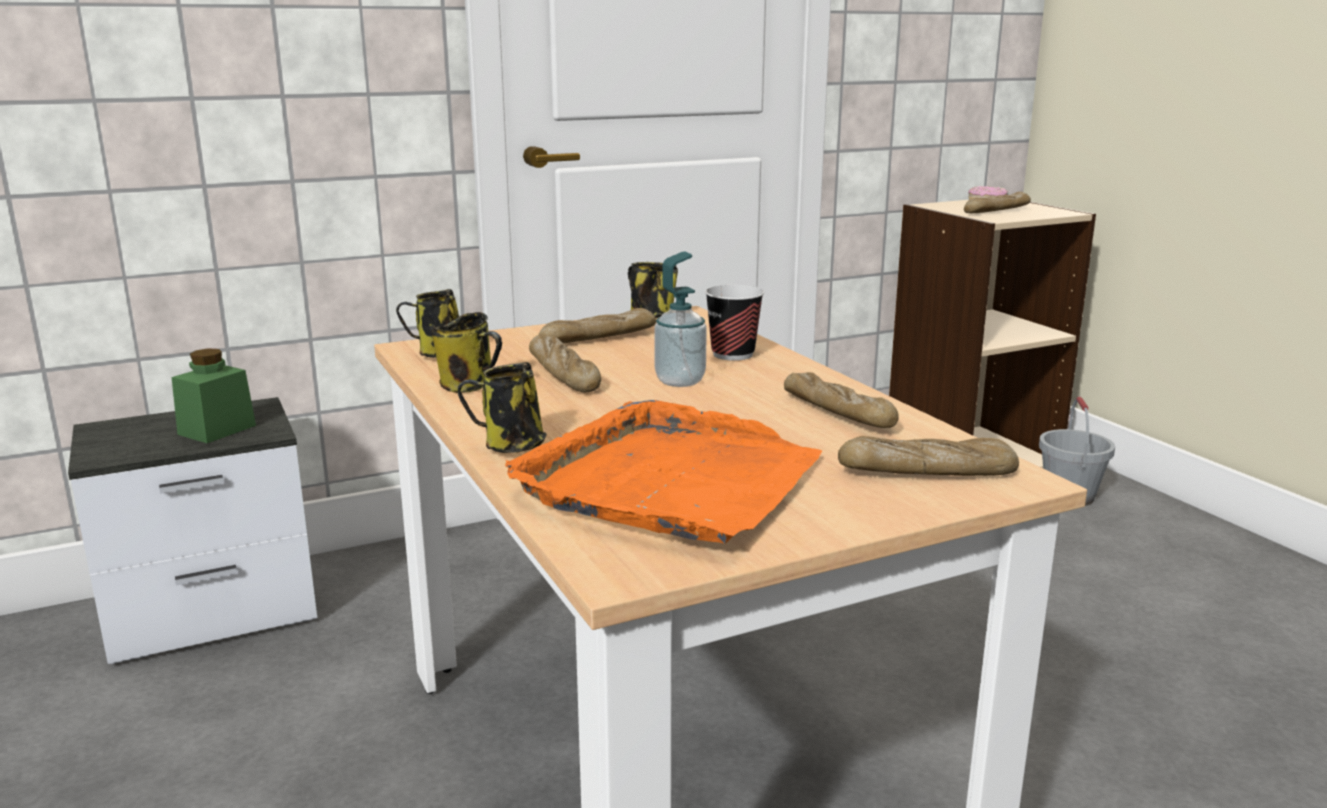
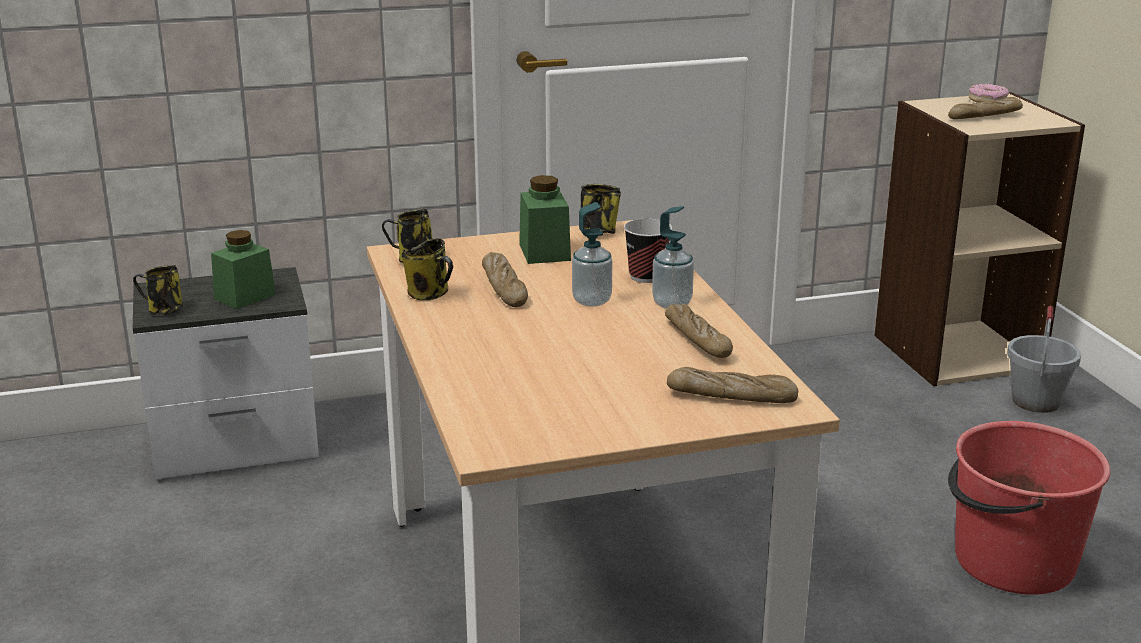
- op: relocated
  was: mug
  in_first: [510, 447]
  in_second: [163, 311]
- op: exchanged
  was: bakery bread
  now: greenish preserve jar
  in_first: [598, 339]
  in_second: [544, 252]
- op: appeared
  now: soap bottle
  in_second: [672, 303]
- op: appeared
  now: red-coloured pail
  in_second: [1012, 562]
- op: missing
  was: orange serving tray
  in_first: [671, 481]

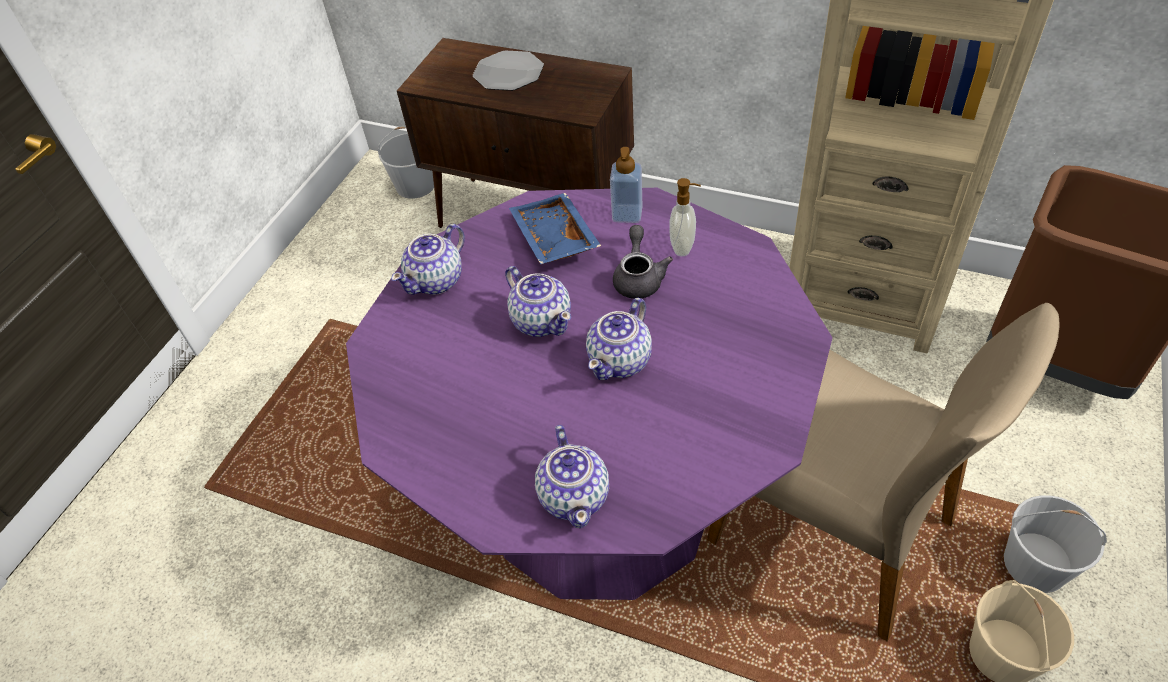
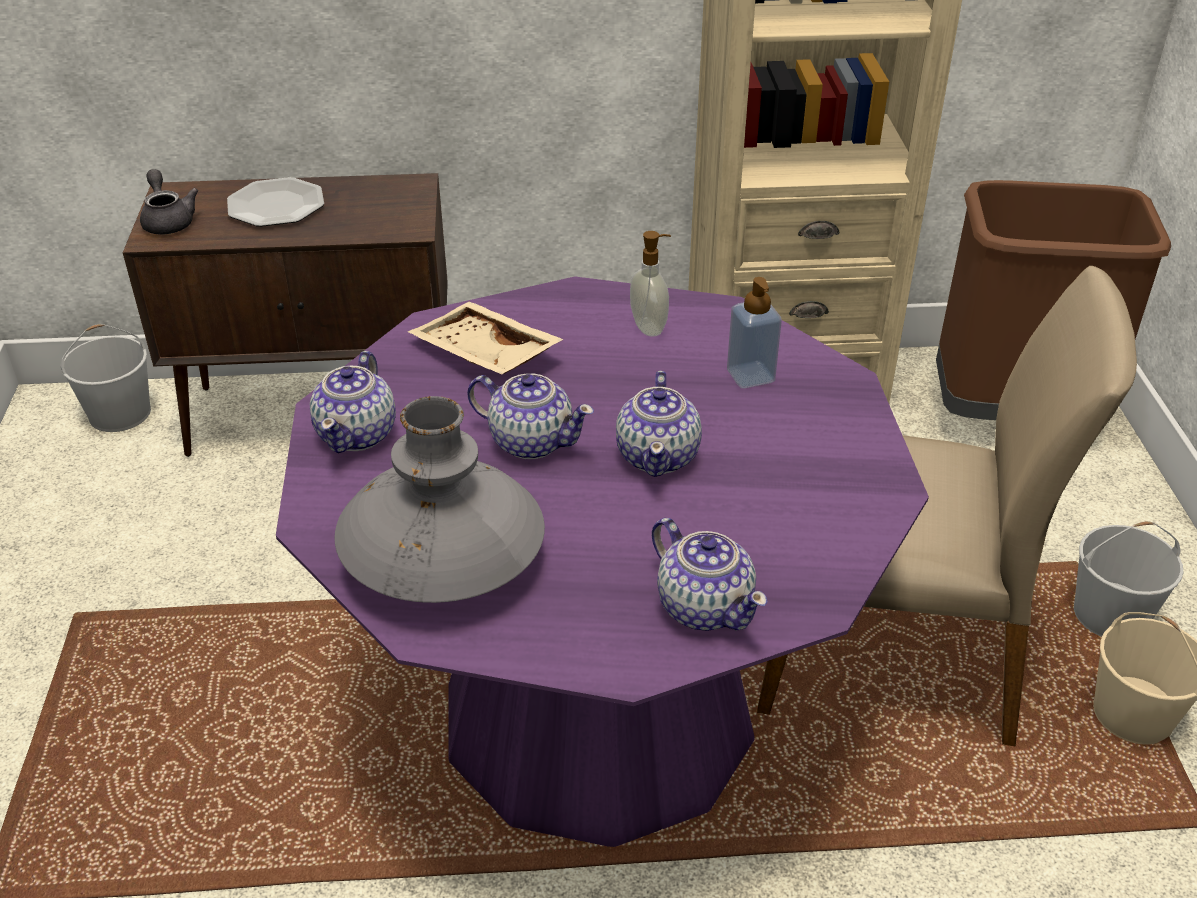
- op: relocated
  was: greyish teapot
  in_first: [639, 278]
  in_second: [168, 221]
- op: appeared
  now: greyish decorative vase
  in_second: [443, 558]
- op: colour
  was: bluish serving tray
  now: beige serving tray
  in_first: [552, 239]
  in_second: [483, 355]
- op: relocated
  was: soap bottle
  in_first: [627, 214]
  in_second: [750, 376]

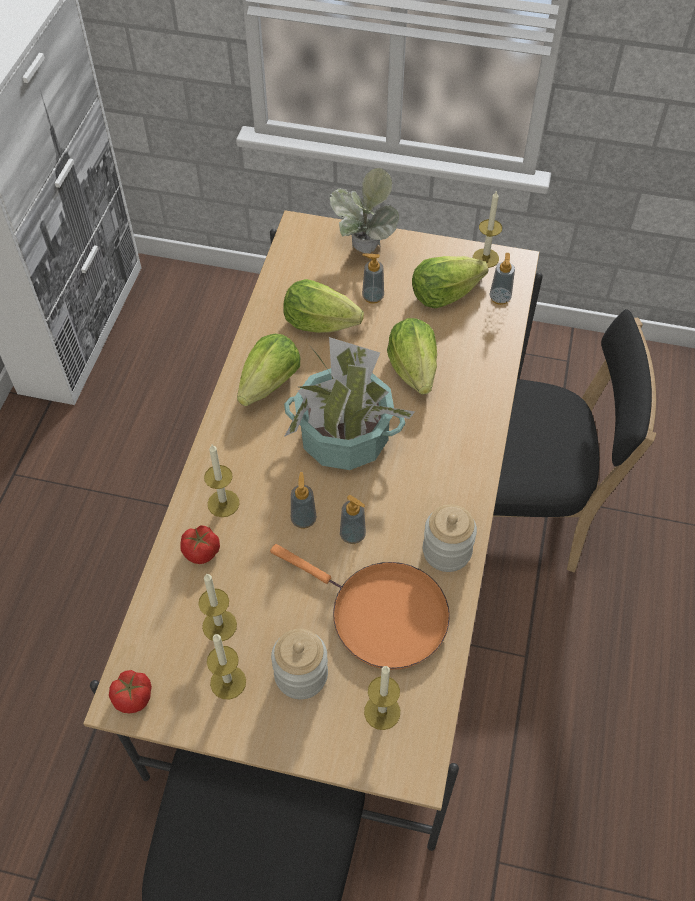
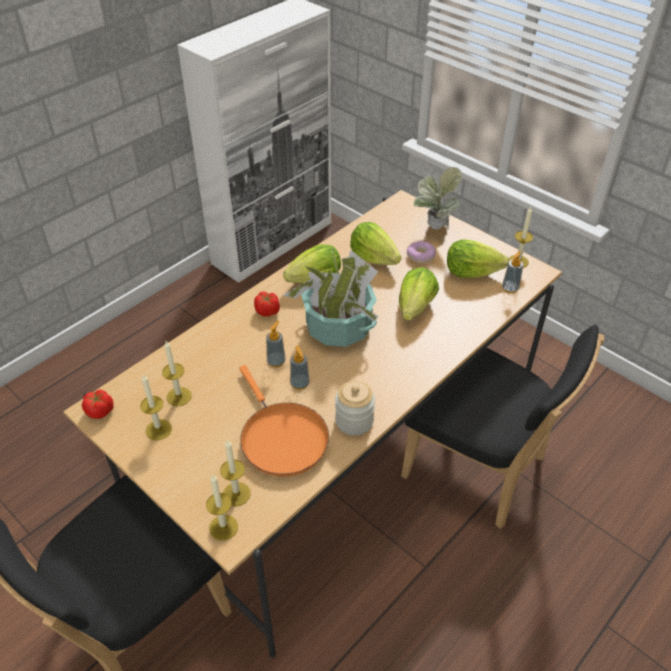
- op: relocated
  was: wax candle
  in_first: [223, 503]
  in_second: [223, 527]
- op: relocated
  was: whole tomato
  in_first: [202, 551]
  in_second: [267, 311]
- op: exchanged
  was: soap bottle
  now: doughnut
  in_first: [372, 297]
  in_second: [420, 256]
- op: missing
  was: preserve jar
  in_first: [301, 675]

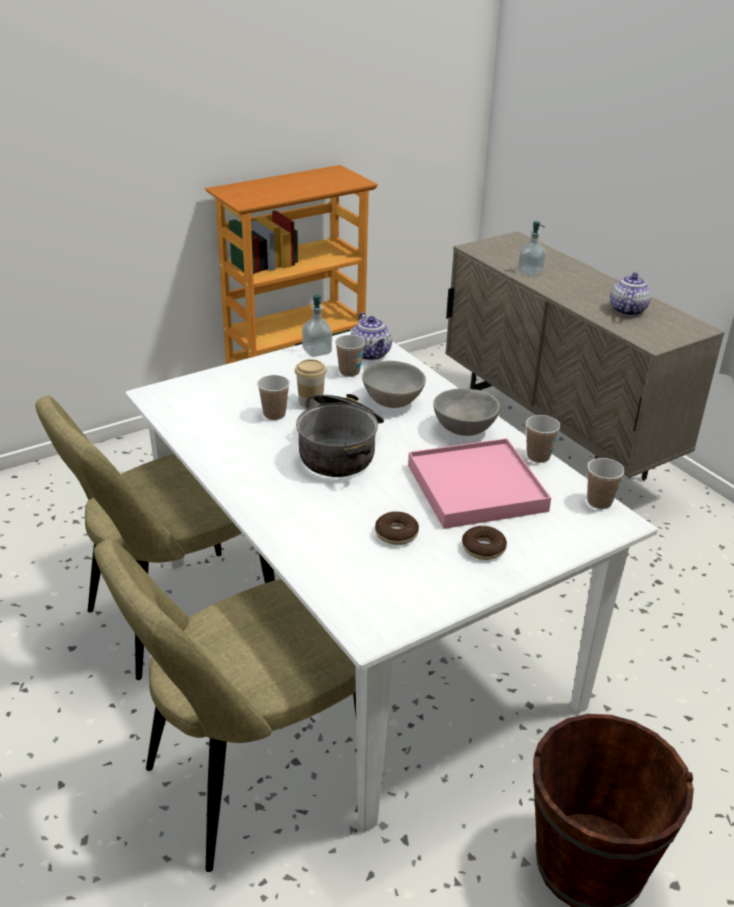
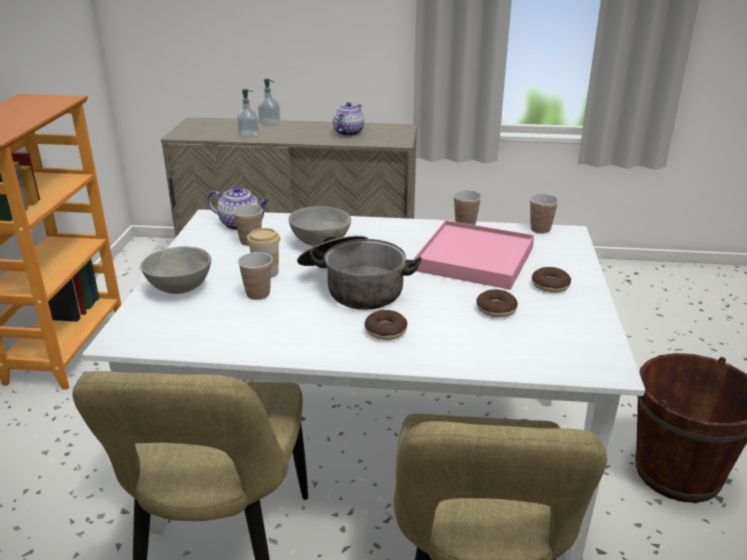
- op: relocated
  was: greyish bowl
  in_first: [463, 429]
  in_second: [179, 288]
- op: relocated
  was: soap bottle
  in_first: [317, 351]
  in_second: [269, 122]
- op: spun
  was: teapot
  in_first: [627, 310]
  in_second: [348, 132]
  clockwise: 60
- op: appeared
  now: doughnut
  in_second: [385, 331]

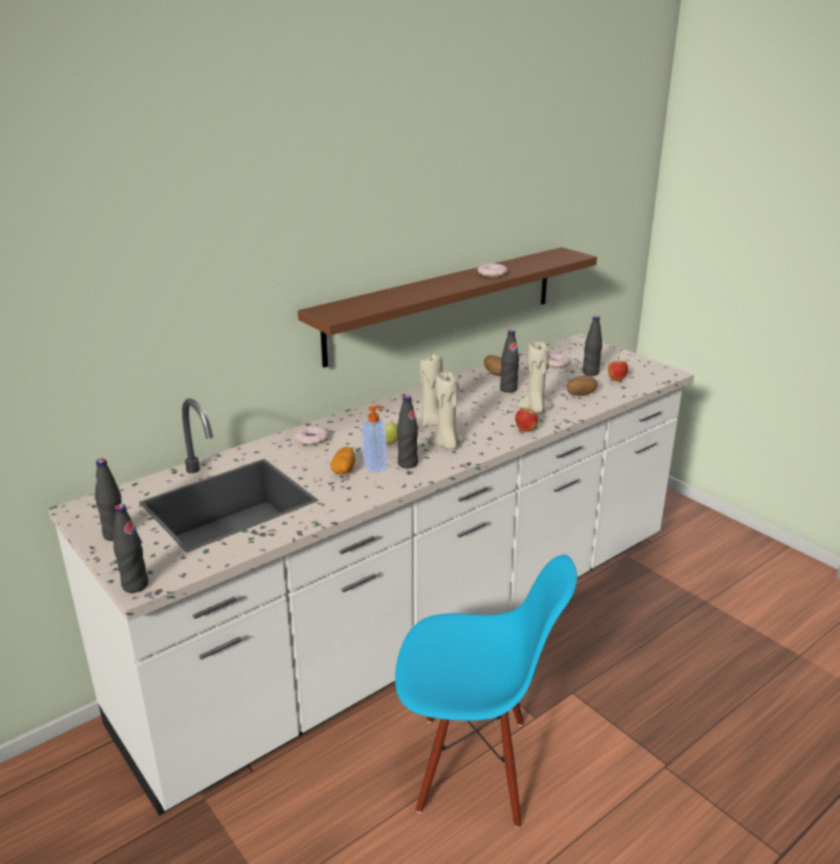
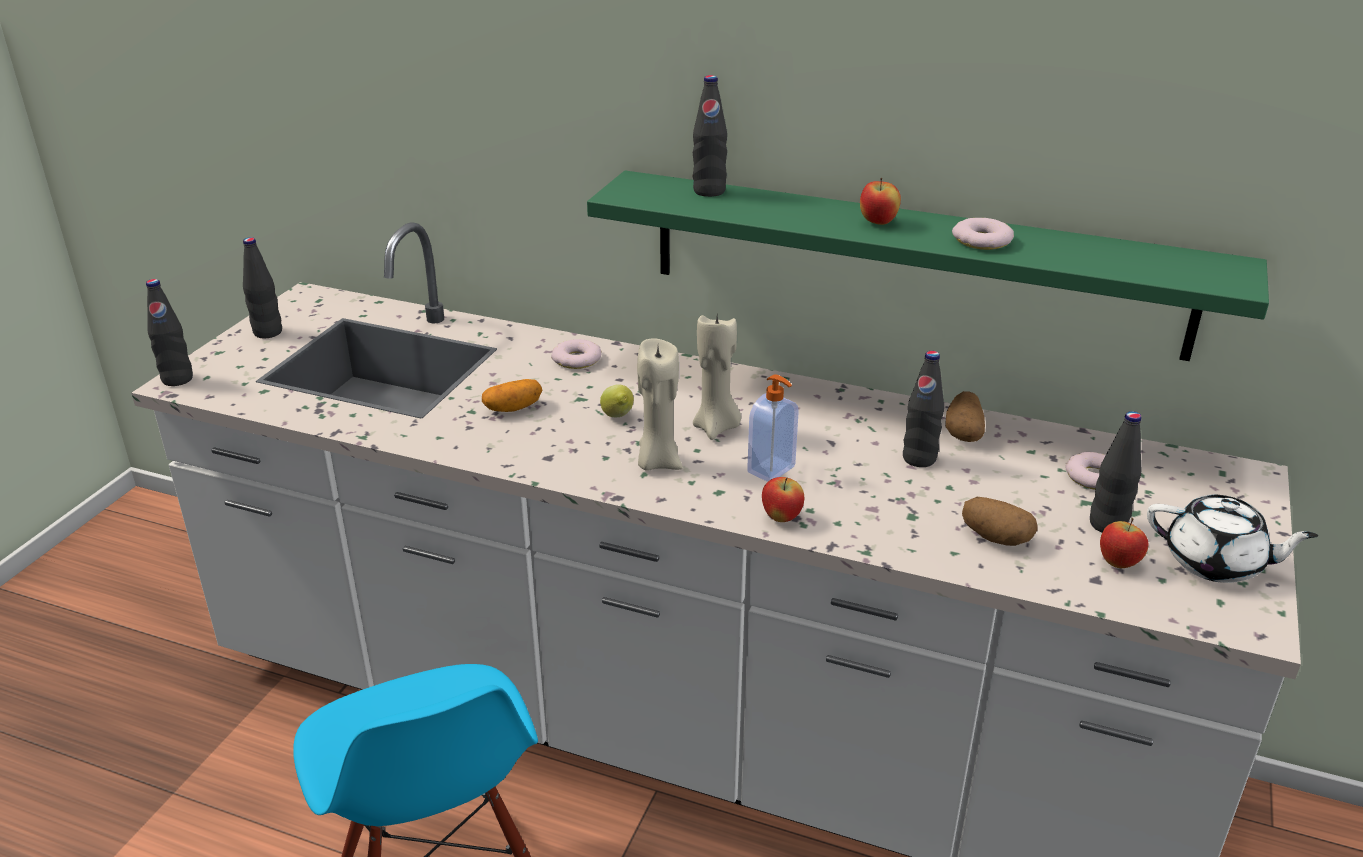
- op: colour
  was: brownish shelf
  now: greenish shelf
  in_first: [444, 304]
  in_second: [913, 263]
- op: relocated
  was: black-coloured drink bottle
  in_first: [407, 463]
  in_second: [709, 191]
- op: relocated
  was: soap bottle
  in_first: [376, 466]
  in_second: [772, 470]
- op: appeared
  now: whole apple
  in_second: [878, 223]
- op: appeared
  now: whitish teapot
  in_second: [1215, 563]
- op: missing
  was: beige wax candle
  in_first: [535, 410]

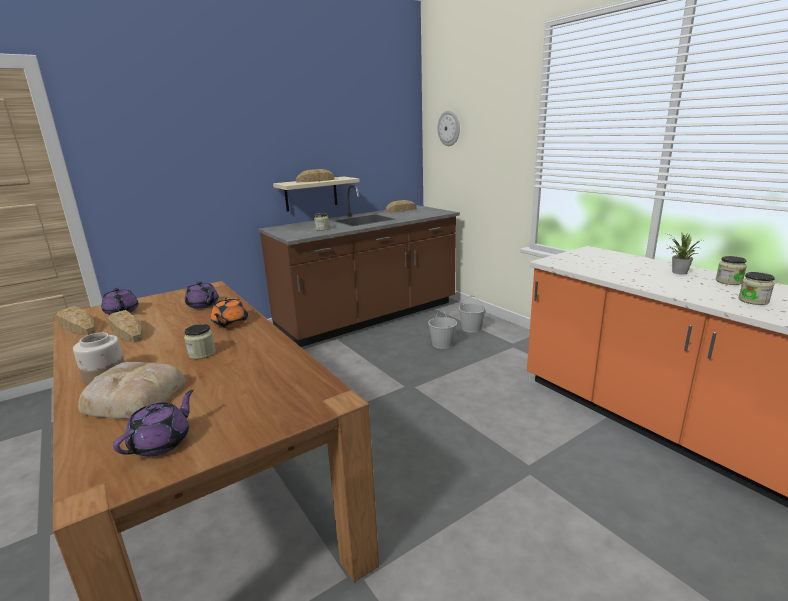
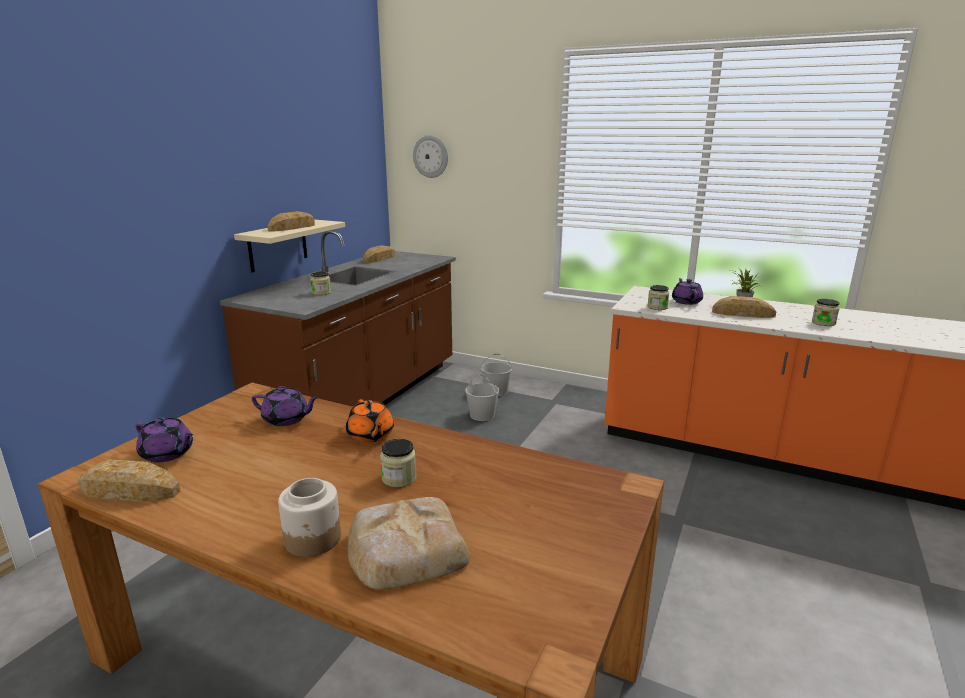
- op: relocated
  was: preserve jar
  in_first: [728, 281]
  in_second: [657, 307]
- op: relocated
  was: purple-coloured teapot
  in_first: [162, 442]
  in_second: [686, 301]
- op: relocated
  was: bakery bread
  in_first: [127, 332]
  in_second: [743, 314]

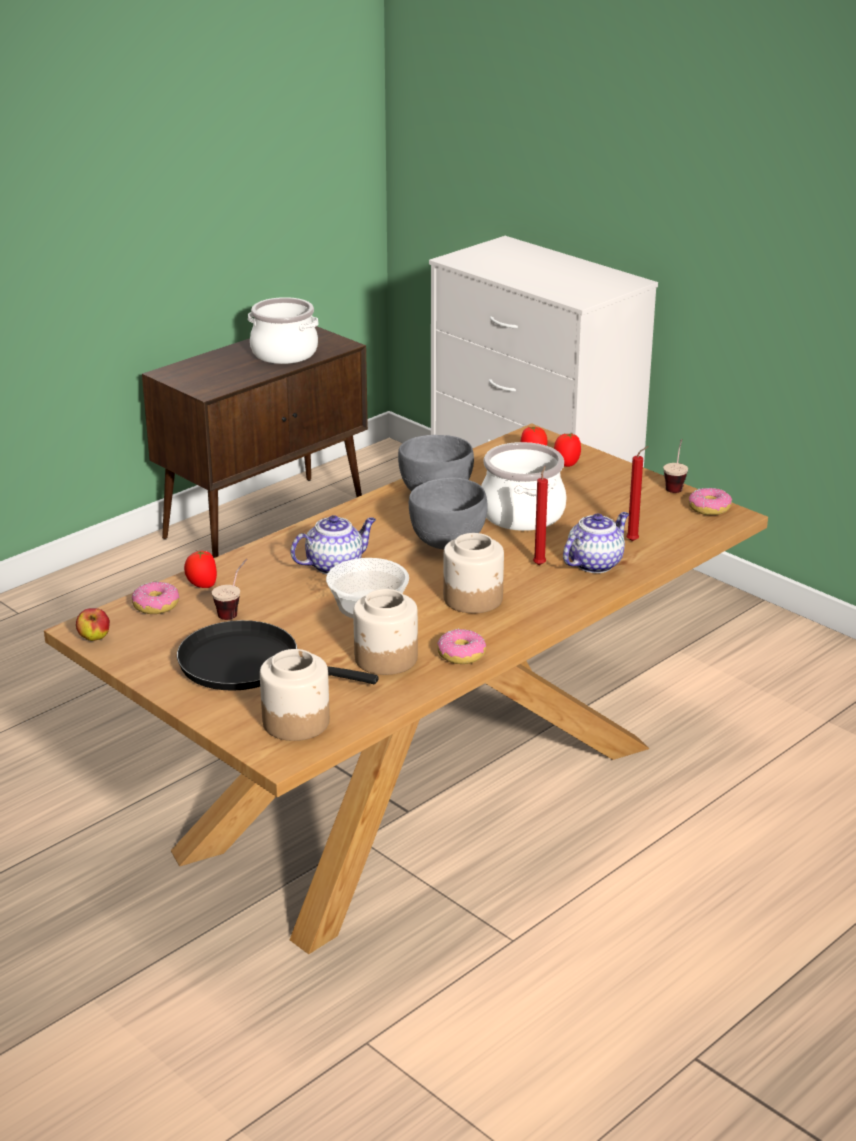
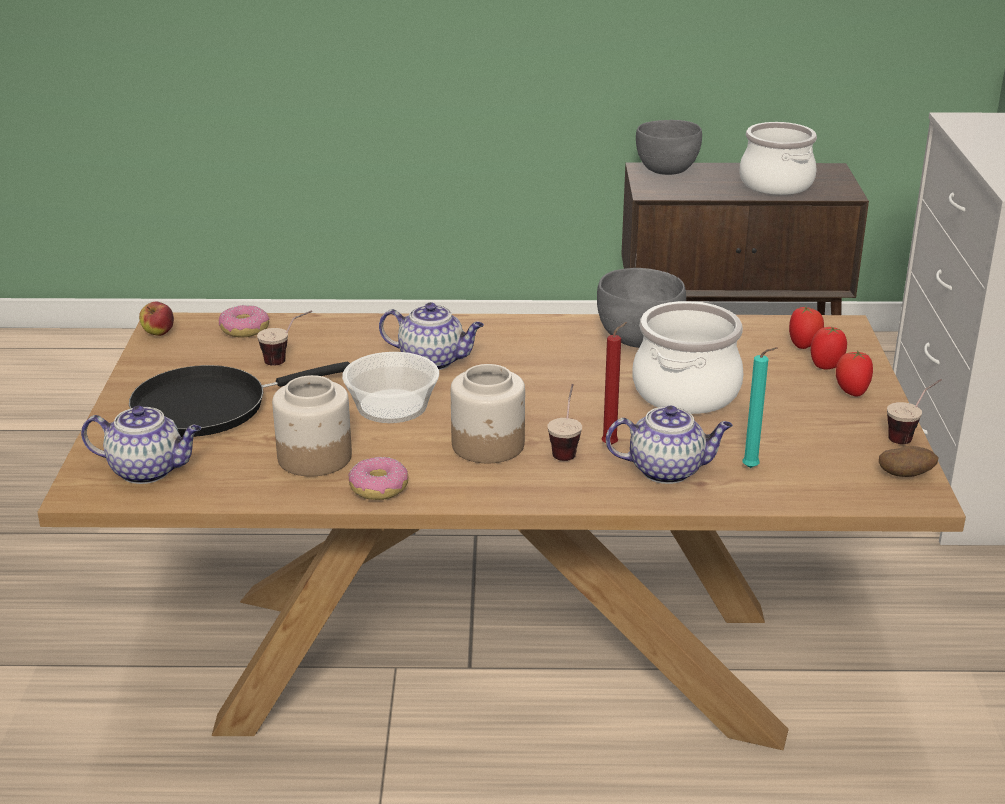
- op: exchanged
  was: preserve jar
  now: teapot
  in_first: [296, 721]
  in_second: [148, 470]
- op: spun
  was: black-coloured skillet
  in_first: [248, 665]
  in_second: [209, 407]
  clockwise: -90
- op: appeared
  now: drinking cup
  in_second: [566, 448]
- op: relocated
  was: greyish bowl
  in_first: [448, 542]
  in_second: [667, 171]
- op: colour
  was: red-coloured wax candle
  now: blue-green wax candle
  in_first: [634, 541]
  in_second: [753, 468]
- op: relocated
  was: whole tomato
  in_first: [202, 585]
  in_second: [851, 392]
- op: exchanged
  was: doughnut
  now: potato
  in_first: [709, 508]
  in_second: [905, 476]

